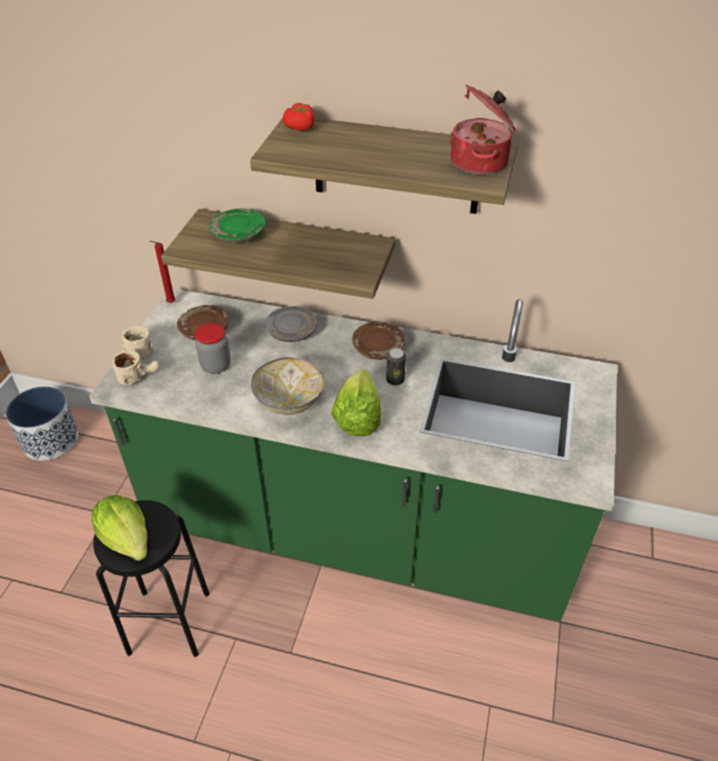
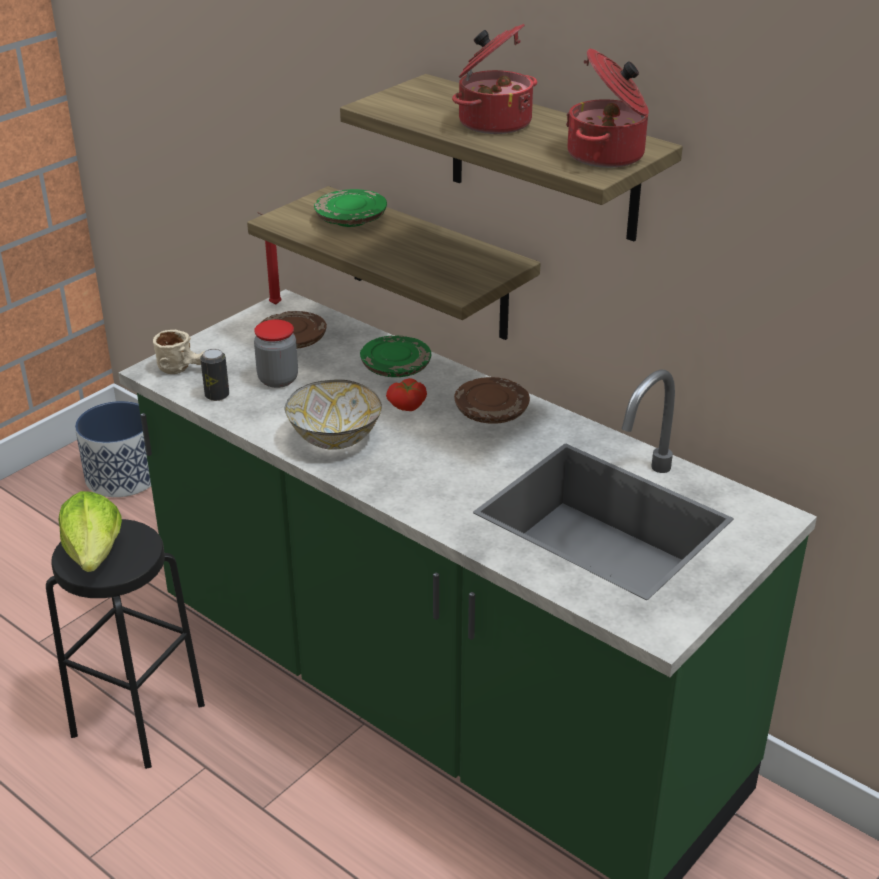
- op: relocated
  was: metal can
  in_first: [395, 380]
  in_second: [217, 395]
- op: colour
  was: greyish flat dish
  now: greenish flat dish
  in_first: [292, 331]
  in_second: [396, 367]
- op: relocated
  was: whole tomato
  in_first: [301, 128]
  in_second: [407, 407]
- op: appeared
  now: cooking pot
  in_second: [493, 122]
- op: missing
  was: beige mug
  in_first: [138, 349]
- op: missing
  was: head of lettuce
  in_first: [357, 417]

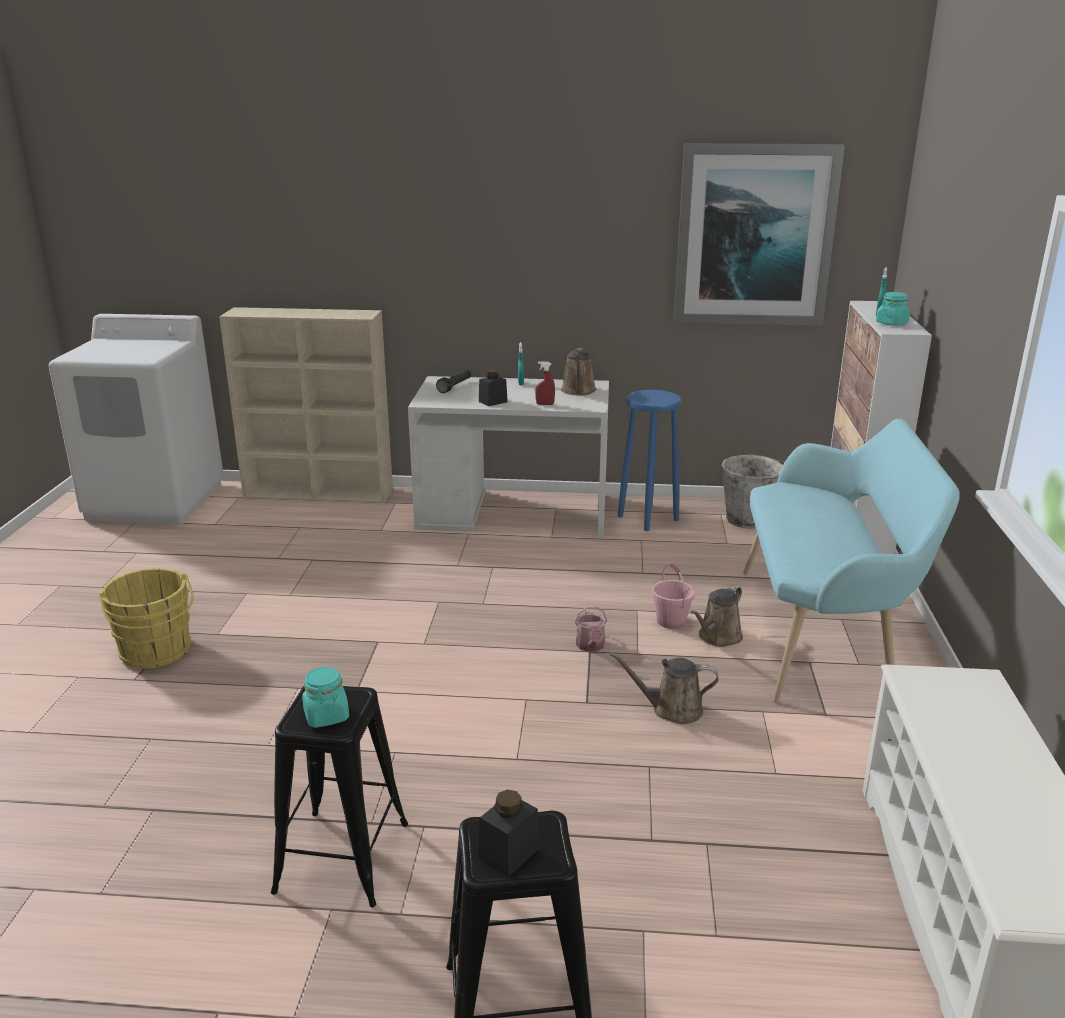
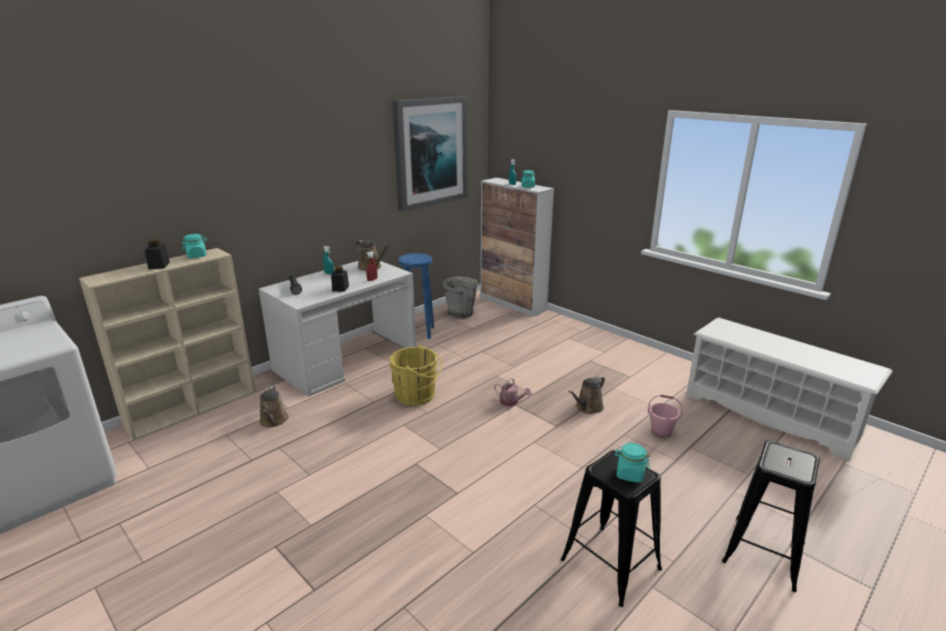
- op: relocated
  was: black-coloured preserve jar
  in_first: [509, 853]
  in_second: [159, 265]
- op: appeared
  now: blue-green preserve jar
  in_second: [197, 256]
- op: relocated
  was: brownish sprinkling can
  in_first: [717, 637]
  in_second: [273, 421]
- op: relocated
  was: yellow pail
  in_first: [156, 652]
  in_second: [418, 395]
- op: relocated
  was: pink-coloured pail
  in_first: [670, 621]
  in_second: [661, 431]
- op: missing
  was: blue-green long seat
  in_first: [823, 634]

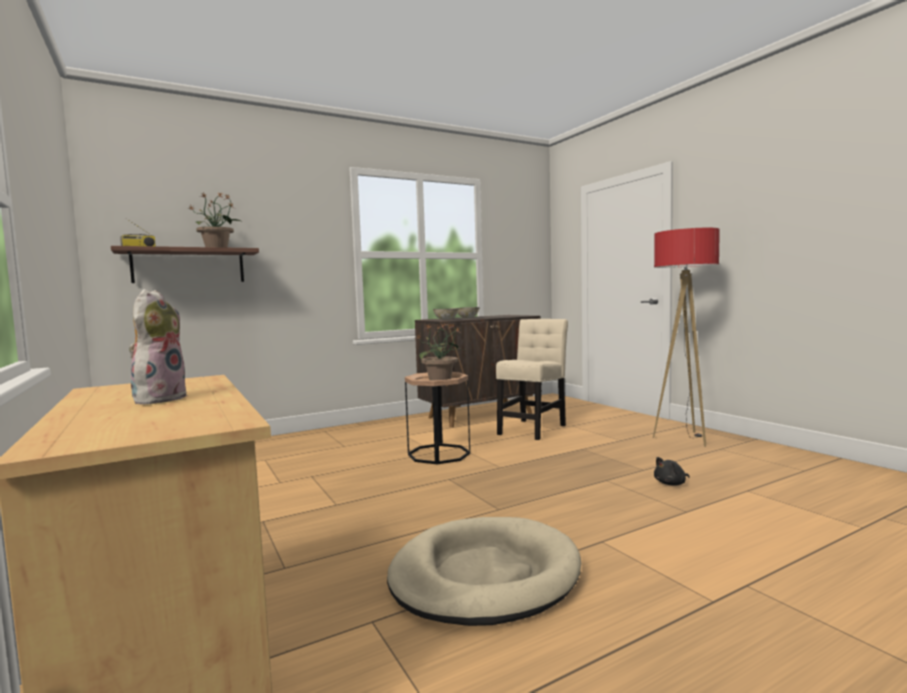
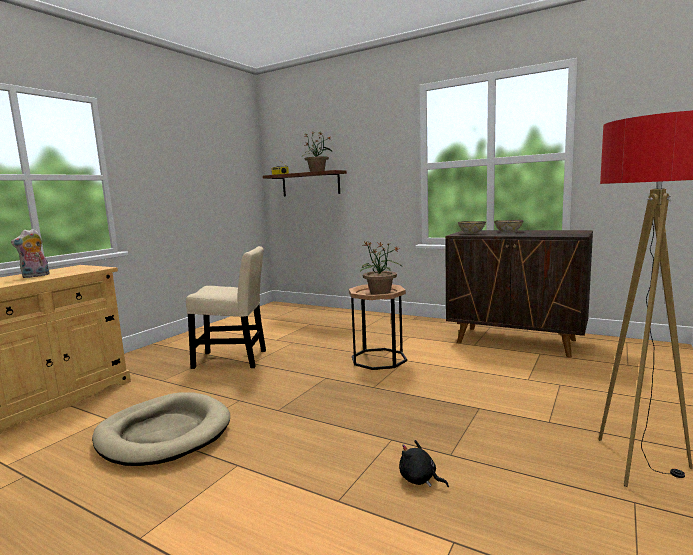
- op: spun
  was: soft toy
  in_first: [159, 399]
  in_second: [35, 276]
  clockwise: 150
- op: relocated
  was: beige chair
  in_first: [533, 429]
  in_second: [234, 359]

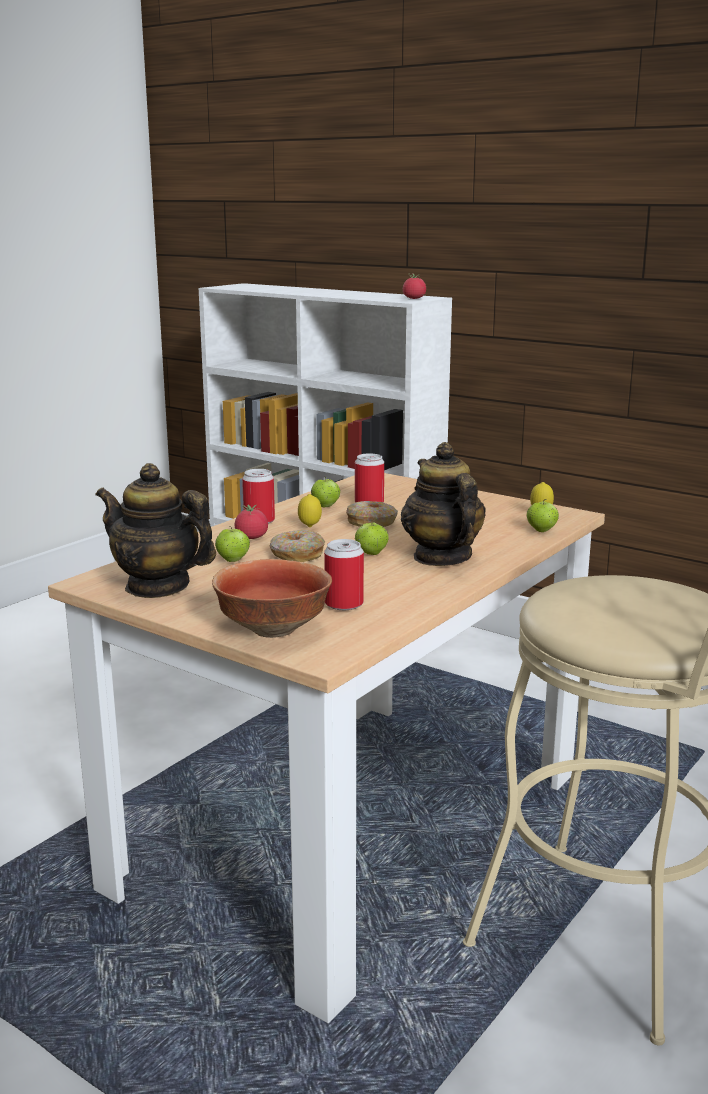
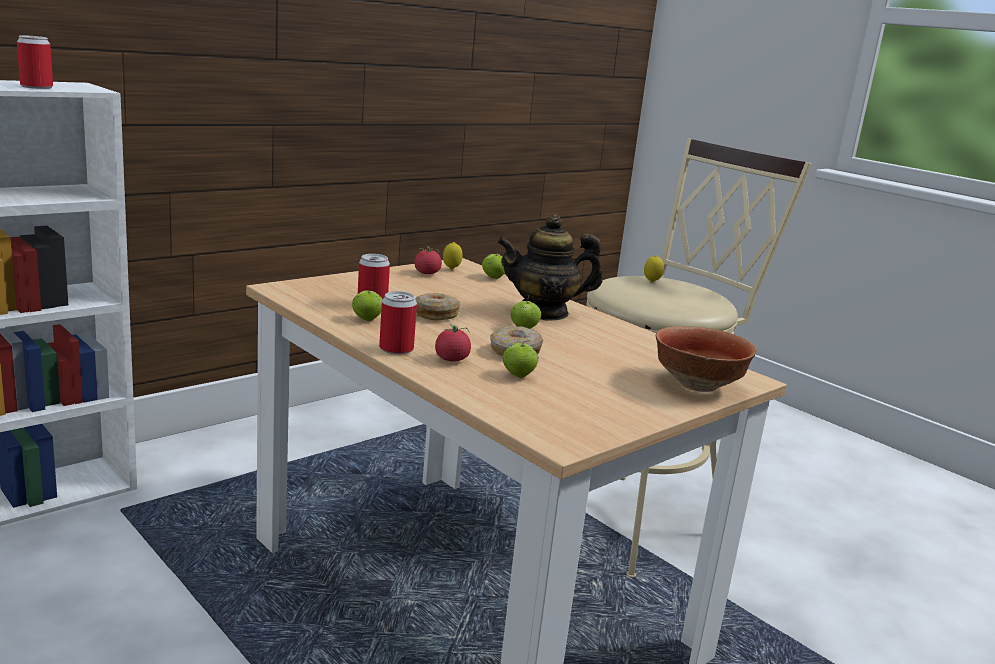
- op: relocated
  was: metal can
  in_first: [344, 604]
  in_second: [36, 87]
- op: relocated
  was: whole tomato
  in_first: [414, 298]
  in_second: [427, 273]
- op: relocated
  was: lemon
  in_first: [310, 527]
  in_second: [651, 282]
- op: missing
  was: teapot
  in_first: [157, 586]

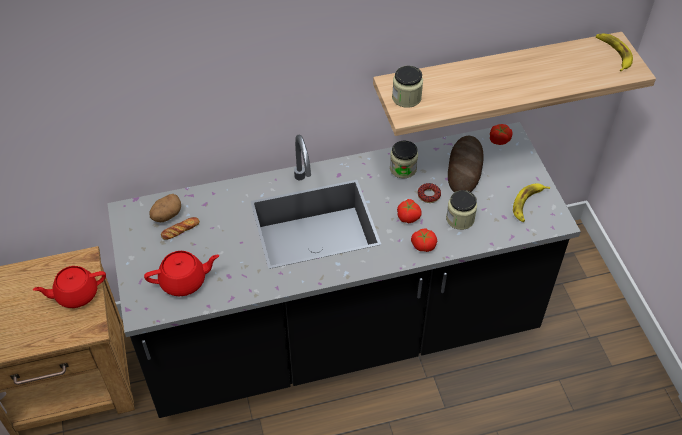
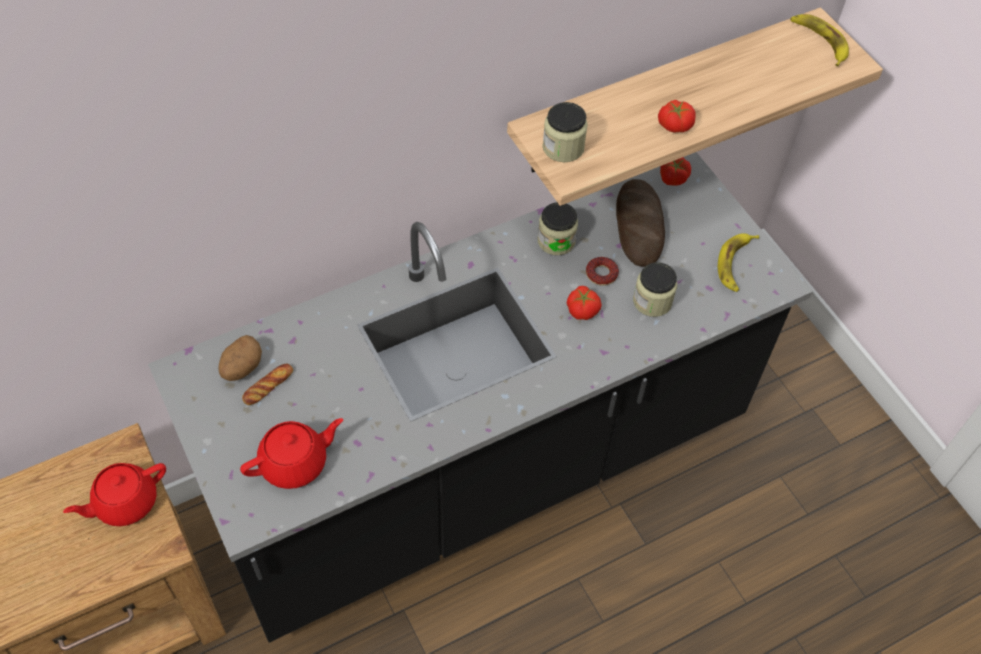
- op: relocated
  was: whole tomato
  in_first: [423, 245]
  in_second: [674, 124]

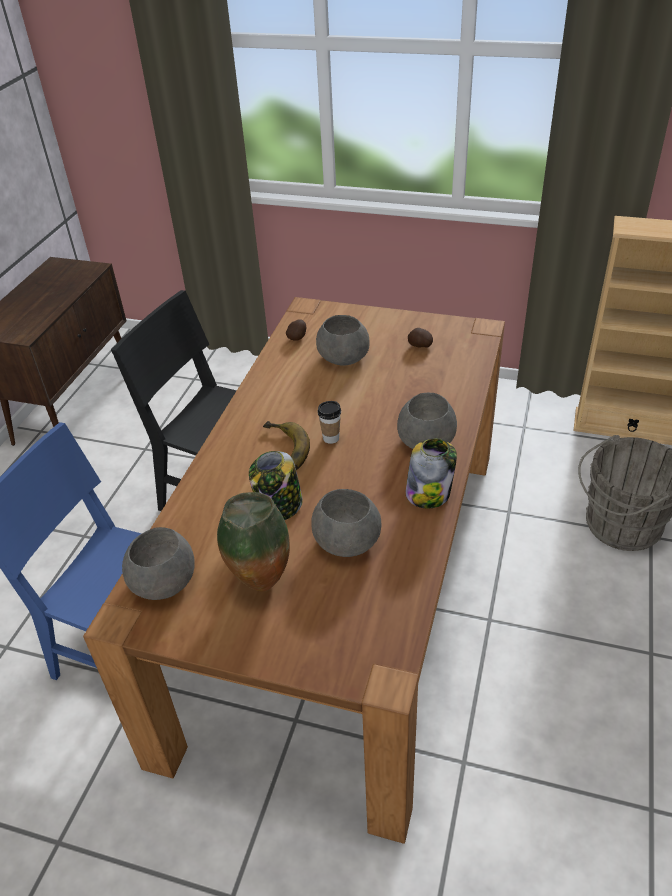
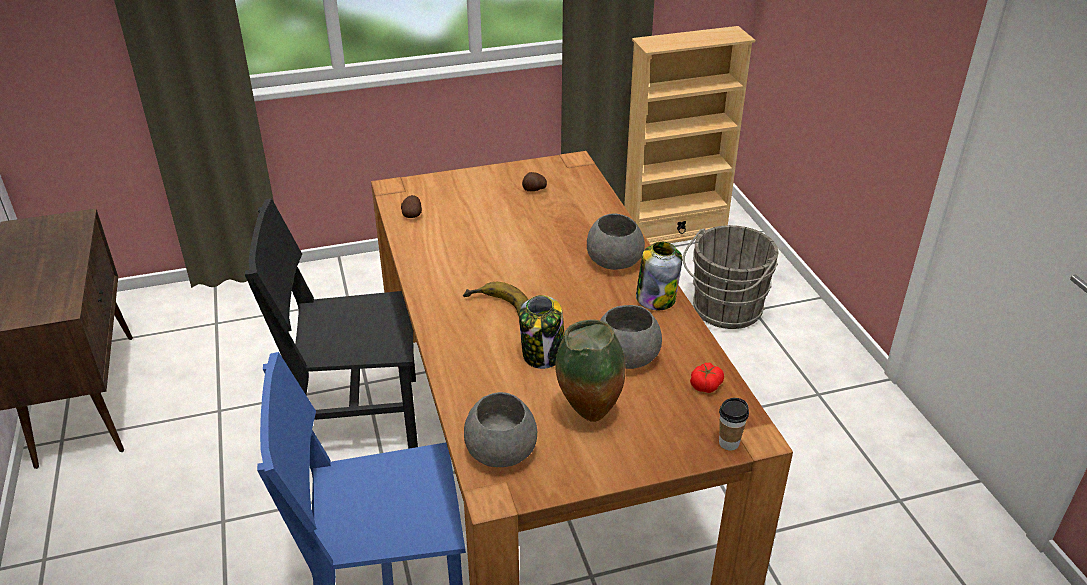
- op: appeared
  now: whole tomato
  in_second: [705, 385]
- op: relocated
  was: drinking cup
  in_first: [331, 438]
  in_second: [729, 443]
- op: missing
  was: greyish bowl
  in_first: [344, 357]

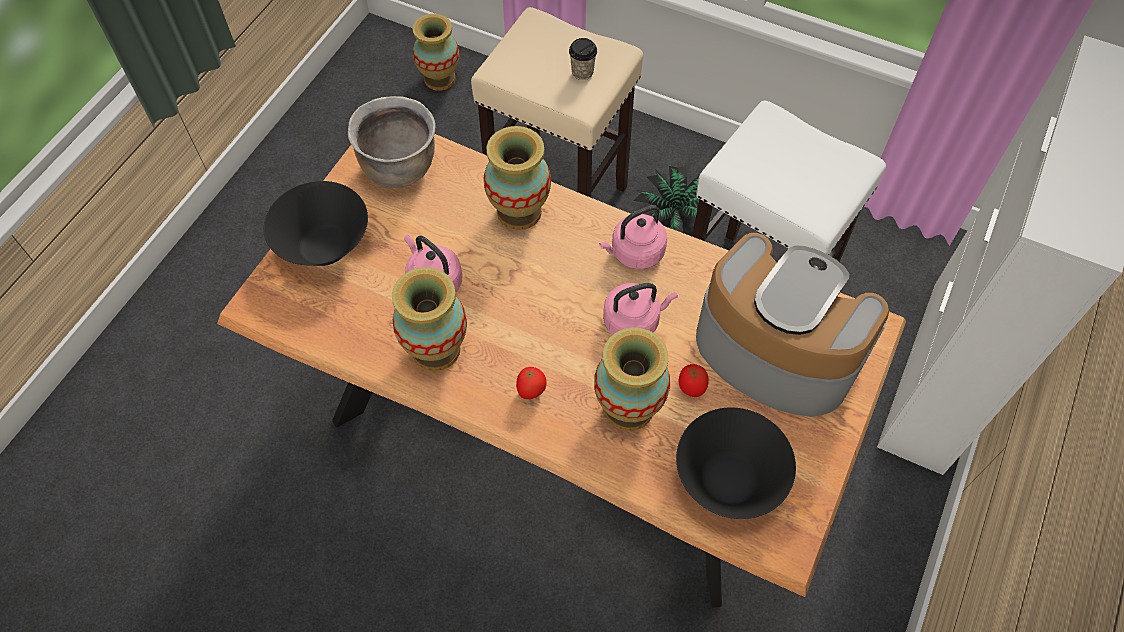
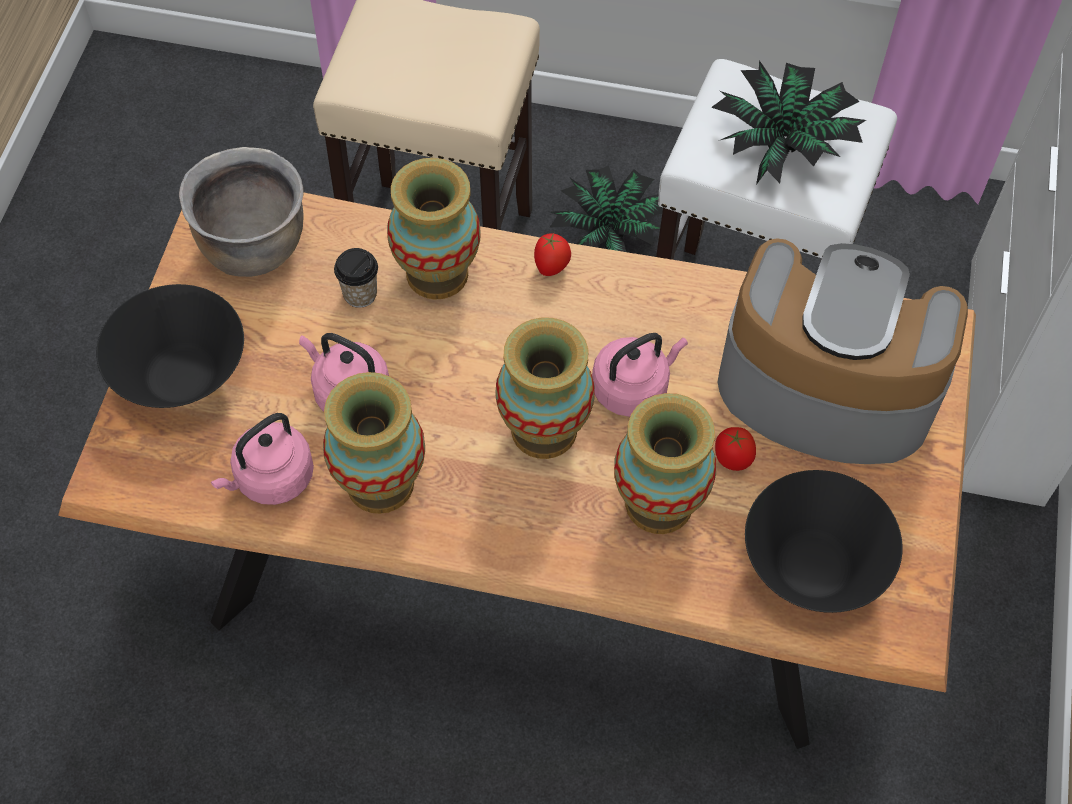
- op: relocated
  was: pink-coloured tea kettle
  in_first: [634, 253]
  in_second: [271, 479]
- op: relocated
  was: drinking cup
  in_first: [582, 72]
  in_second: [360, 294]
- op: relocated
  was: decorative vase
  in_first: [439, 79]
  in_second: [543, 430]
- op: relocated
  was: whole tomato
  in_first: [531, 391]
  in_second: [551, 267]
- op: appeared
  now: plant in a pot
  in_second: [784, 146]

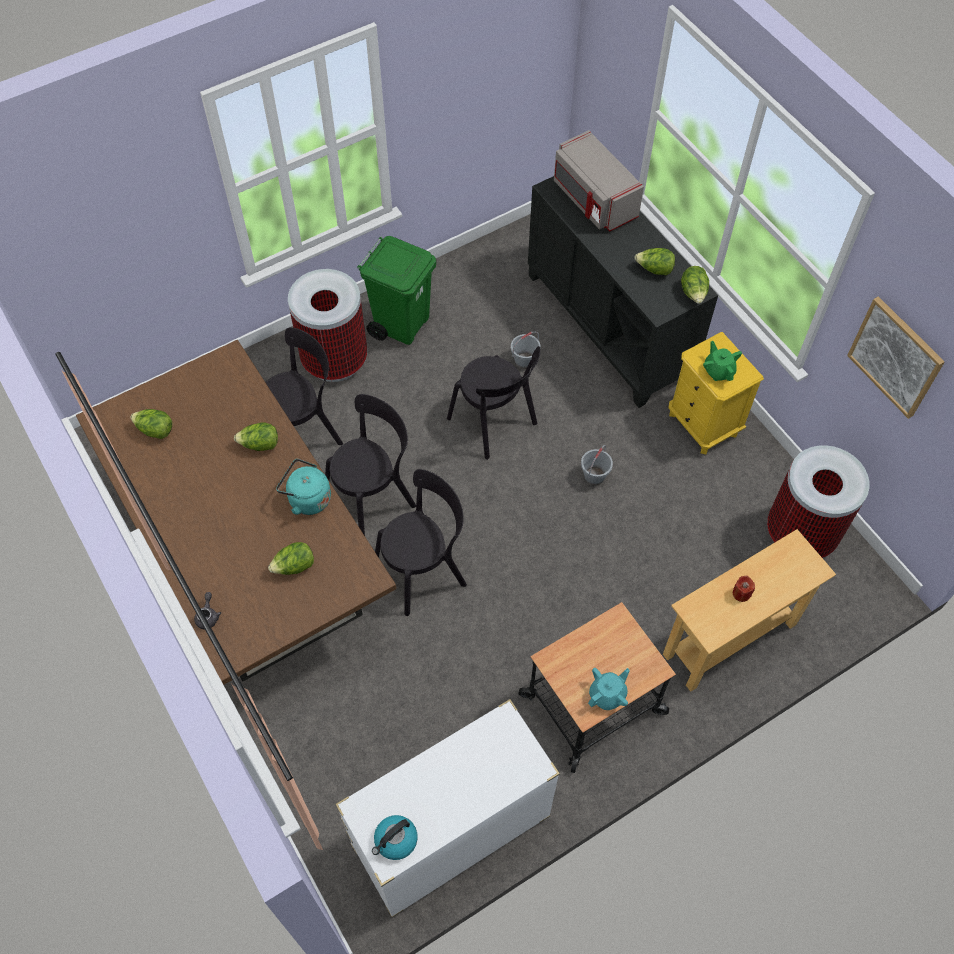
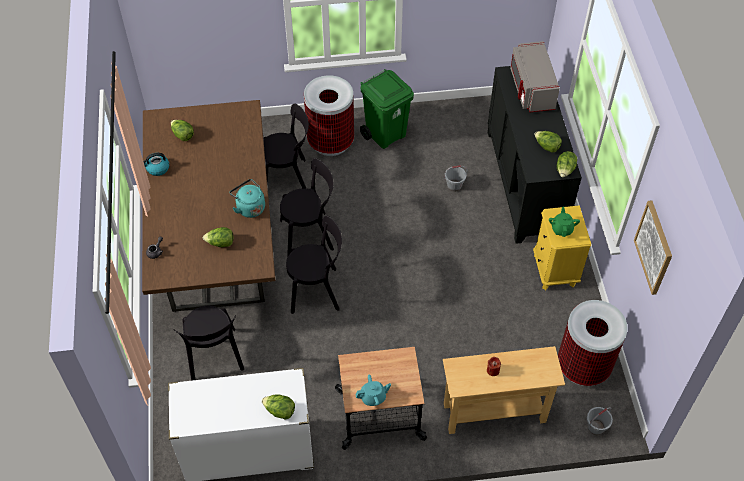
- op: relocated
  was: tea kettle
  in_first: [395, 840]
  in_second: [157, 168]
- op: relocated
  was: black-coloured chair
  in_first: [494, 424]
  in_second: [214, 357]
- op: relocated
  was: head of lettuce
  in_first: [260, 445]
  in_second: [279, 411]
- op: relocated
  was: greyish pail
  in_first: [594, 476]
  in_second: [596, 427]

